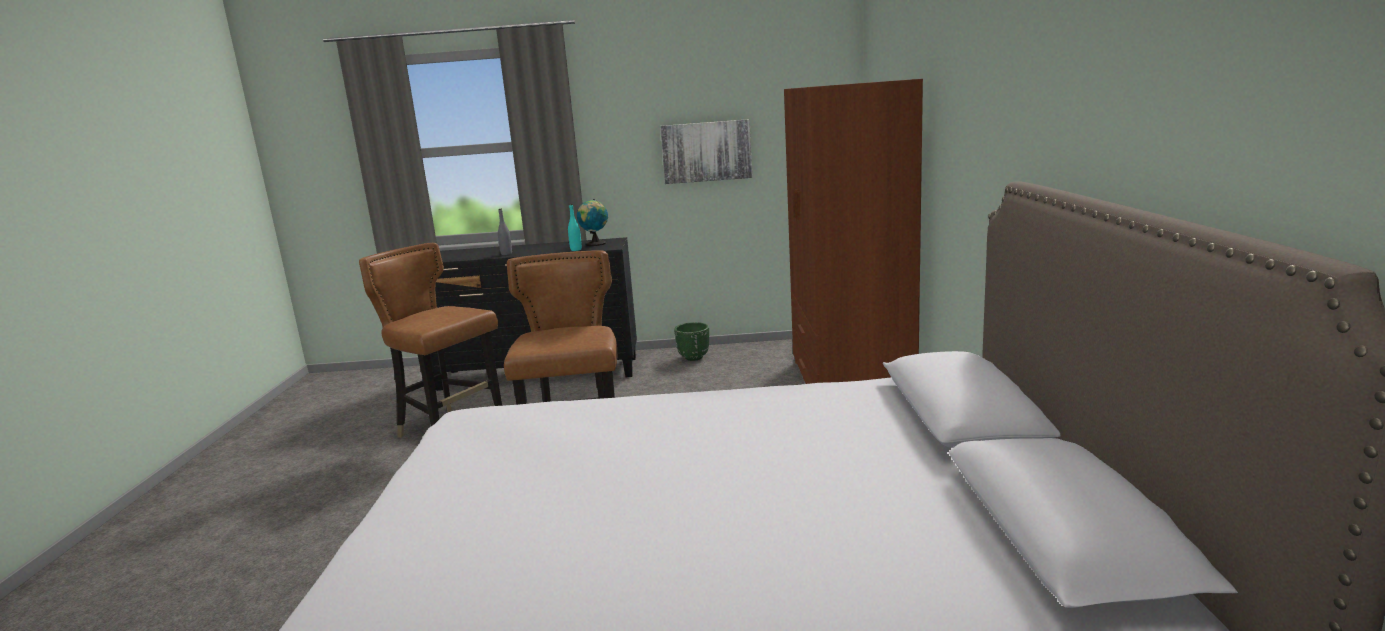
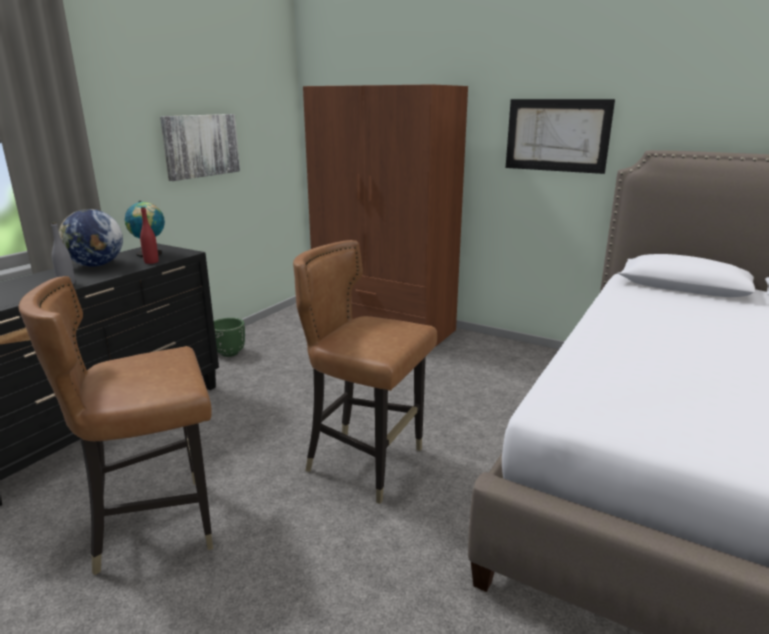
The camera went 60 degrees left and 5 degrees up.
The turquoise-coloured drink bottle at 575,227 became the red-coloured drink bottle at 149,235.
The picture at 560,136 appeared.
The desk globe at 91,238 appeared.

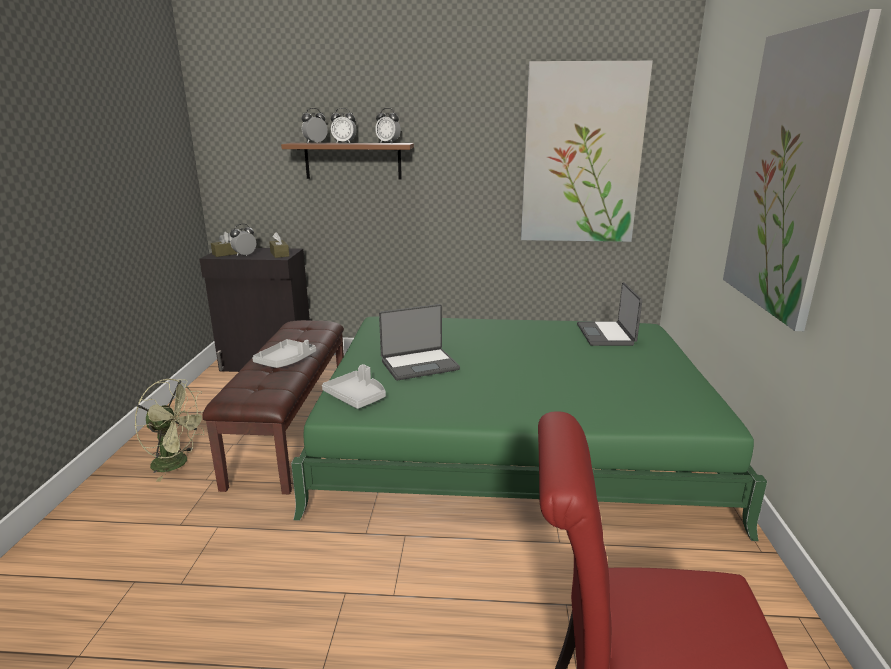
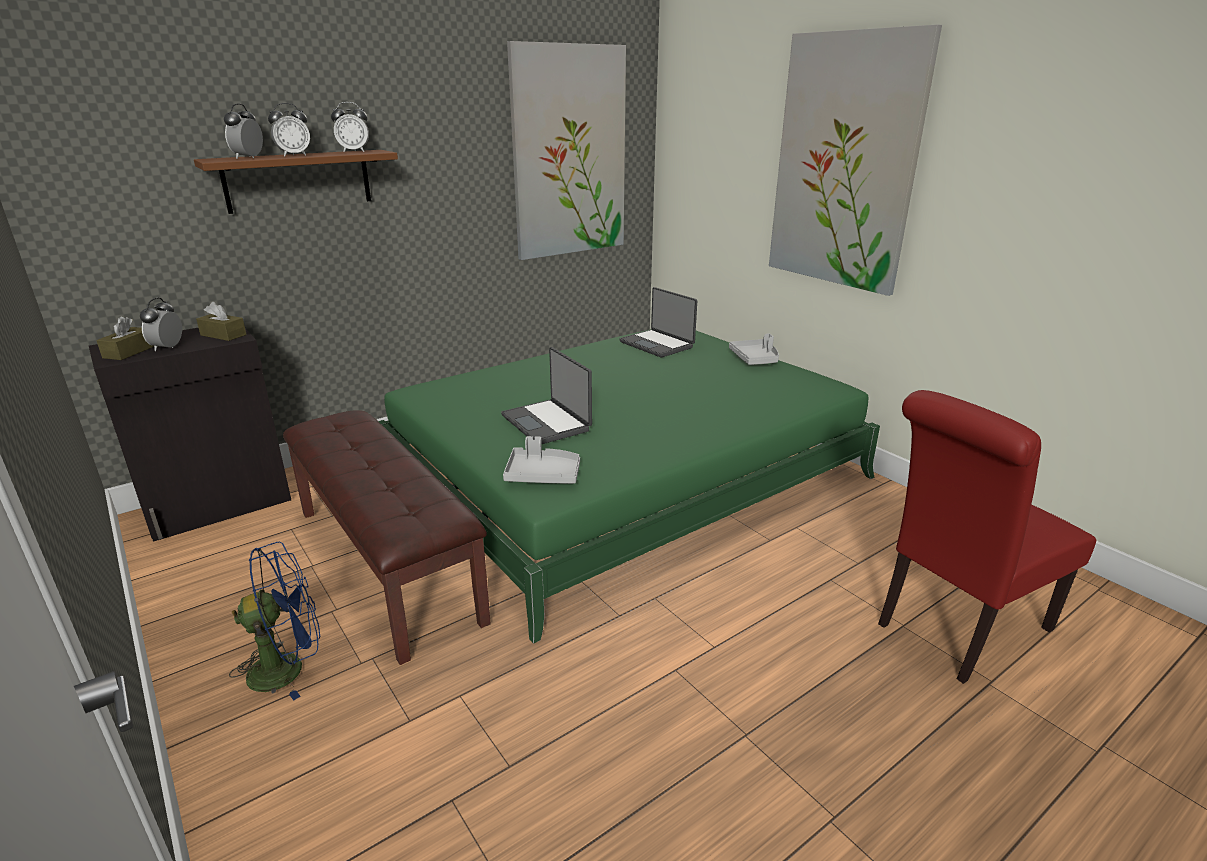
The camera went 40 degrees left and 5 degrees up.
The notebook computer at 419,342 turned 120 degrees clockwise.
The gray carrying tray moved from 284,353 to 754,349.
The green electric fan at 169,430 became the blue electric fan at 274,621.

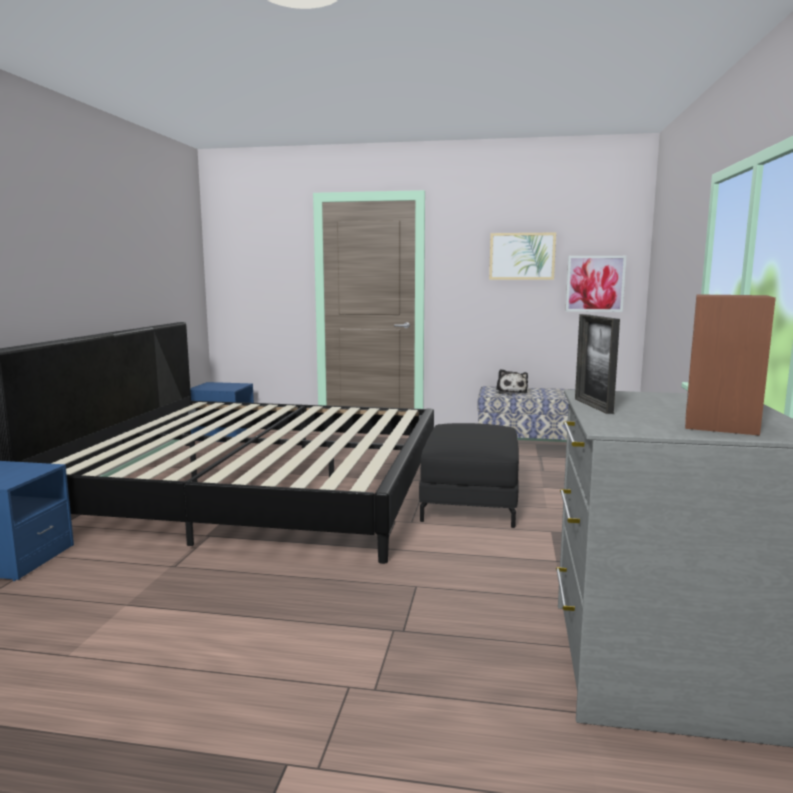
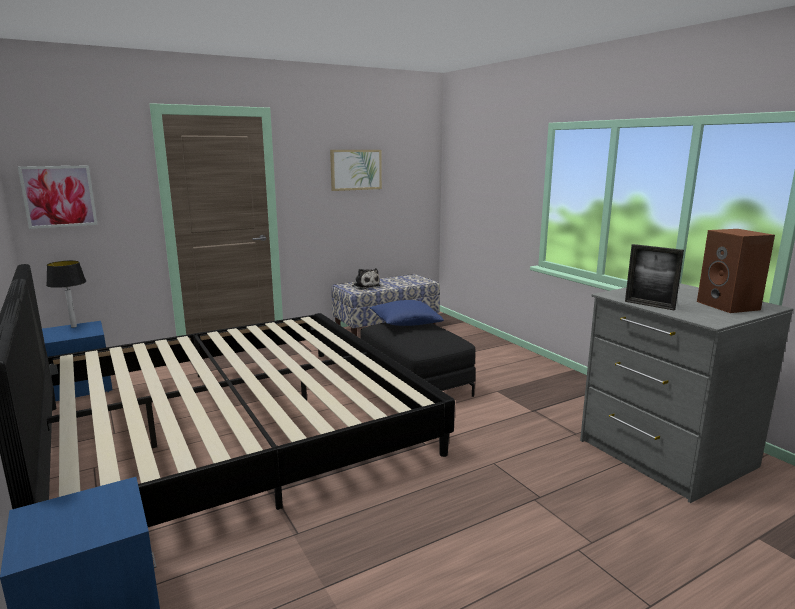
The camera went 40 degrees left and 5 degrees up.
The picture moved from 596,284 to 58,197.
The lamp for a table at 66,294 appeared.
The blue cushion at 407,313 appeared.

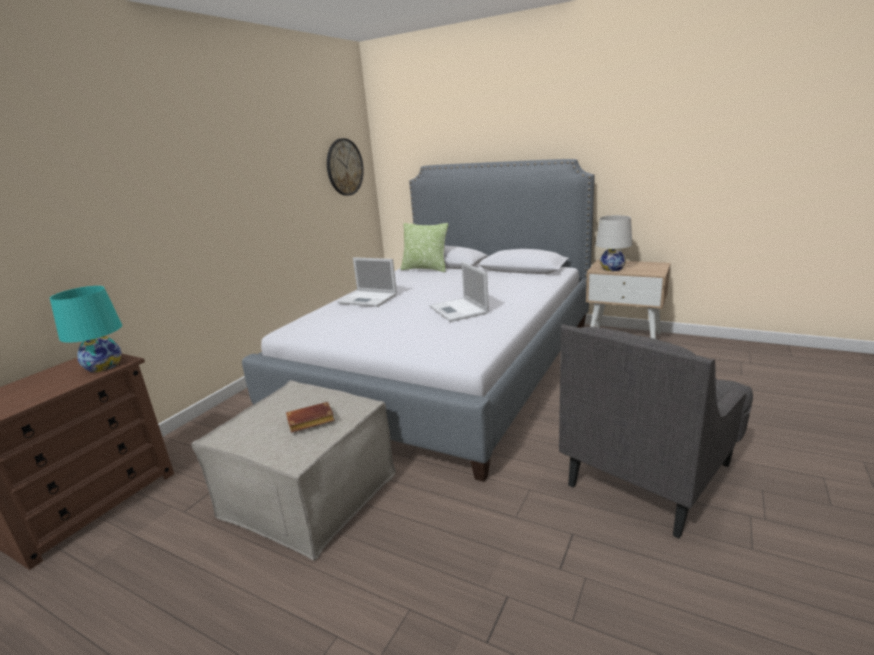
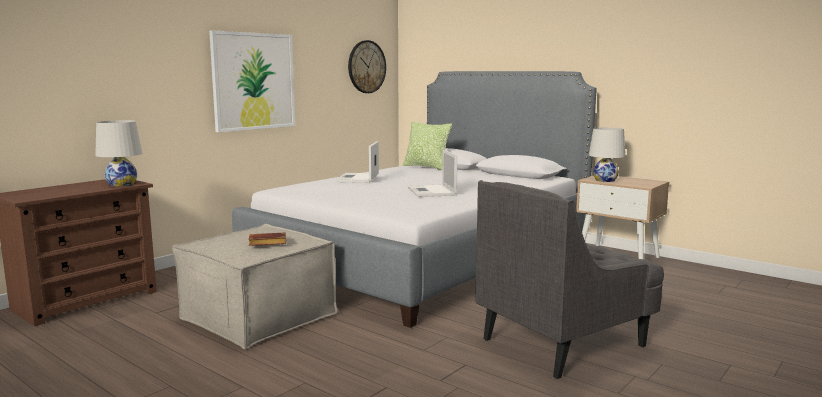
The camera went 10 degrees right and 10 degrees down.
The notebook computer at 367,282 turned 60 degrees clockwise.
The turquoise-coloured lamp for a table at 86,329 became the whitish lamp for a table at 118,153.
The picture at 252,81 appeared.

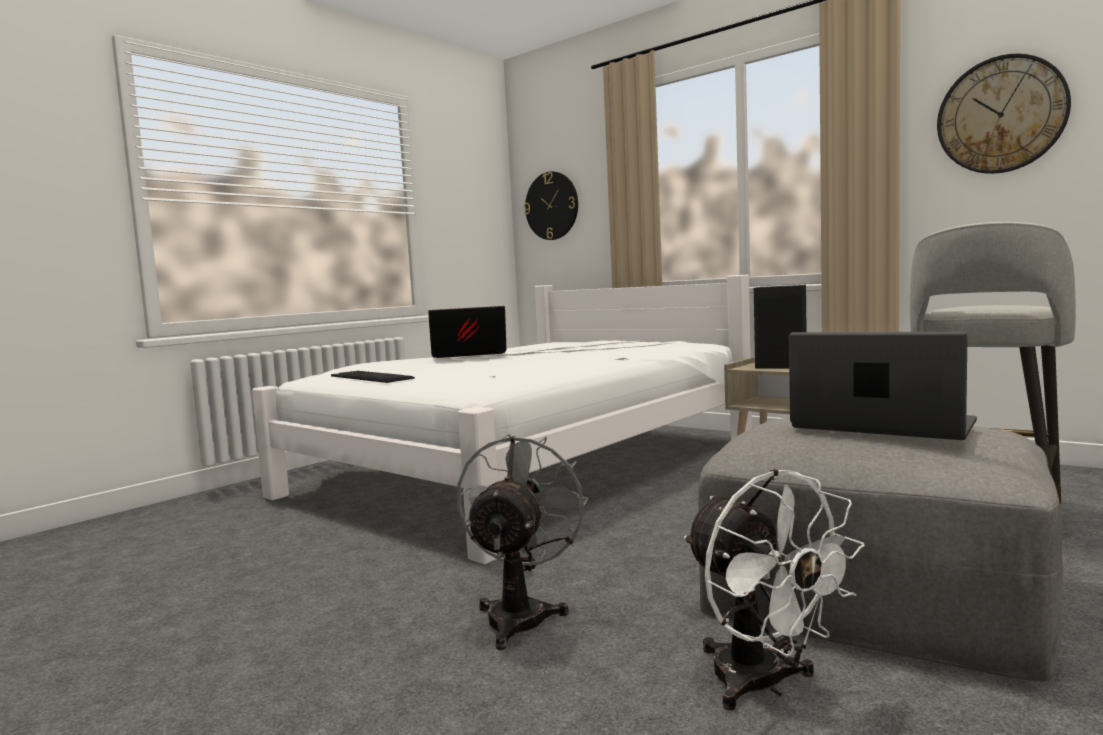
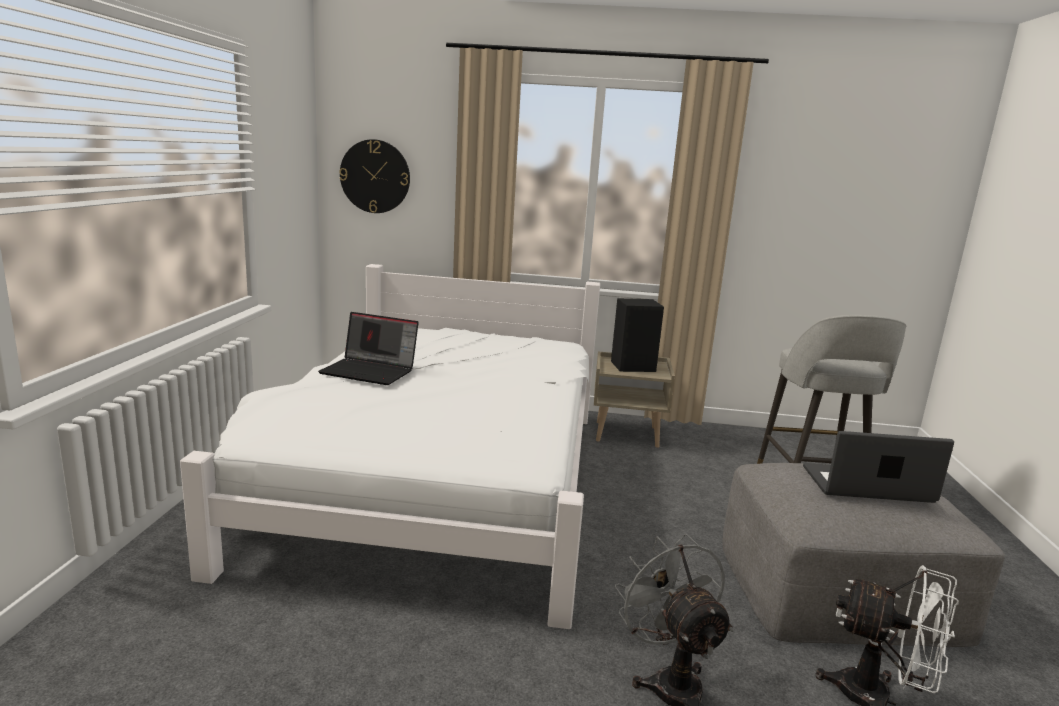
The camera went 35 degrees left and 10 degrees up.
The clock on the wall at 1004,114 disappeared.
The notebook computer at 467,332 turned 120 degrees counterclockwise.
The computer keyboard at 373,377 disappeared.

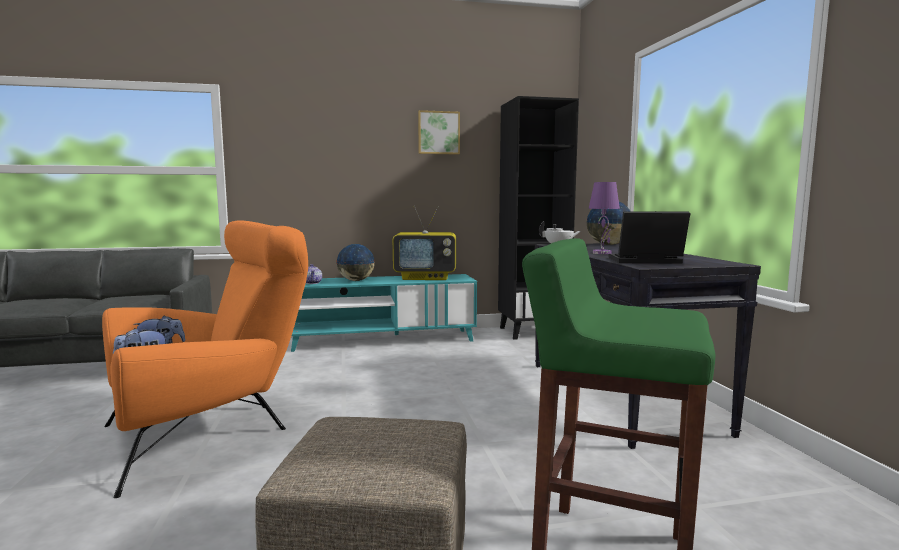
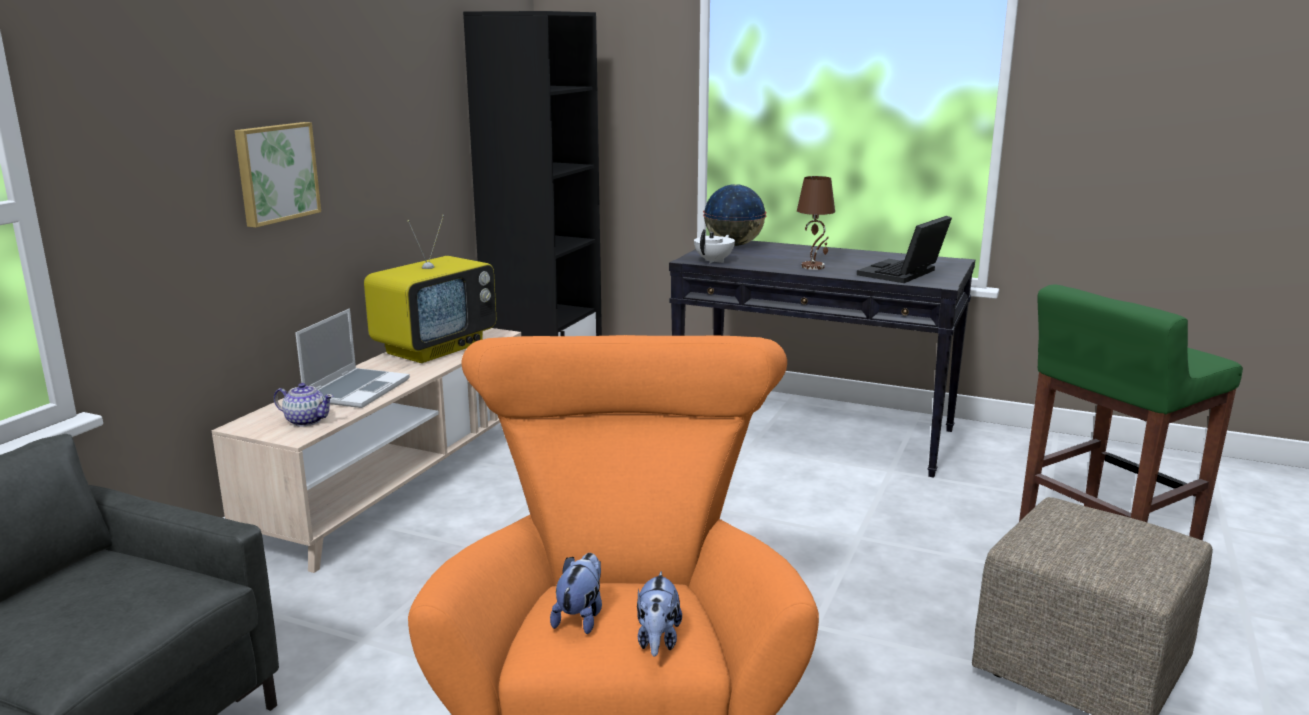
The camera went 55 degrees left and 10 degrees up.
The picture moved from 439,132 to 277,174.
The purple-coloured lamp for a table at 604,218 became the brown-coloured lamp for a table at 816,223.
The desk globe at 355,262 was replaced by the notebook computer at 352,358.
The turquoise-coloured media console at 384,313 became the sand-coloured media console at 366,450.

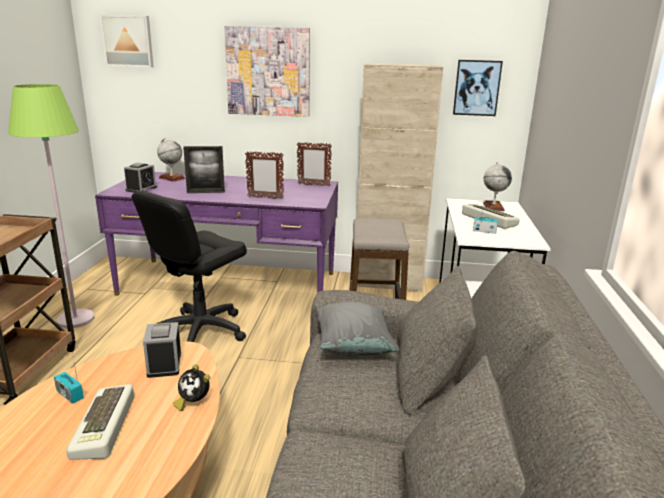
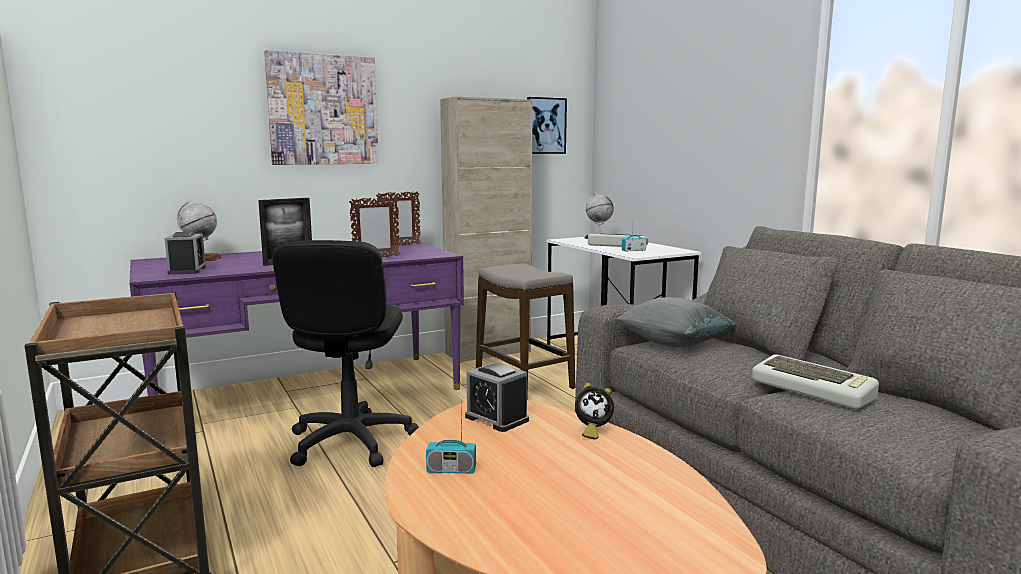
The camera went 35 degrees left and 10 degrees down.
The picture at 126,41 disappeared.
The green standard lamp at 51,206 disappeared.
The computer keyboard moved from 100,422 to 815,381.

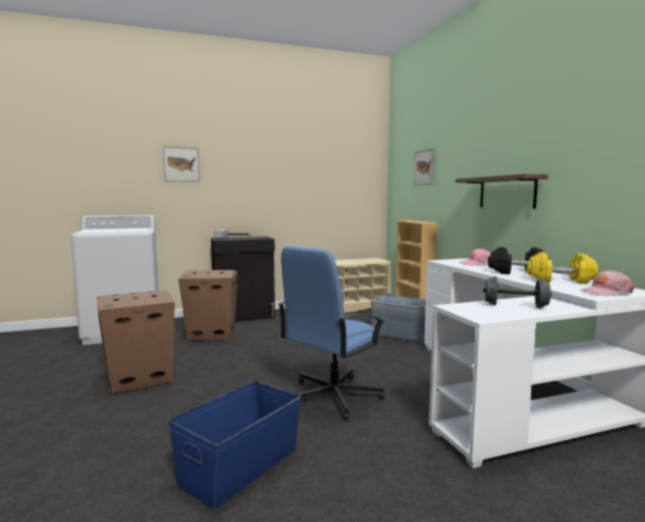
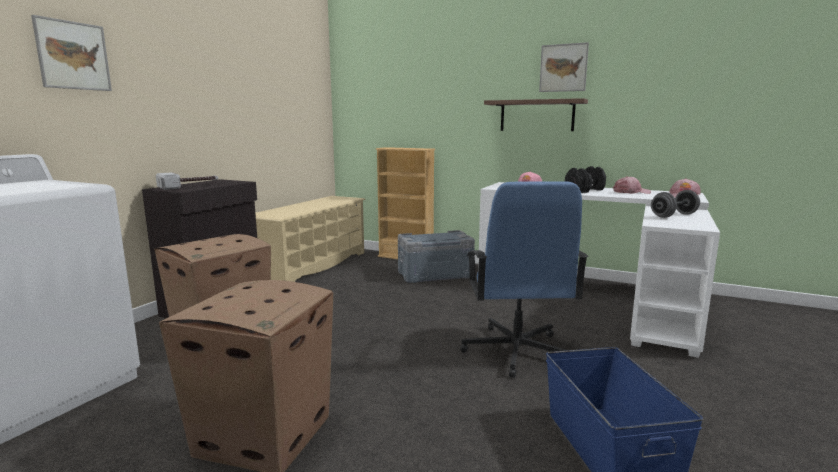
The camera went 45 degrees left and 5 degrees up.
The picture moved from 424,167 to 564,67.
The yellowish dumbbell at 562,268 was replaced by the pink-coloured peaked cap at 632,185.

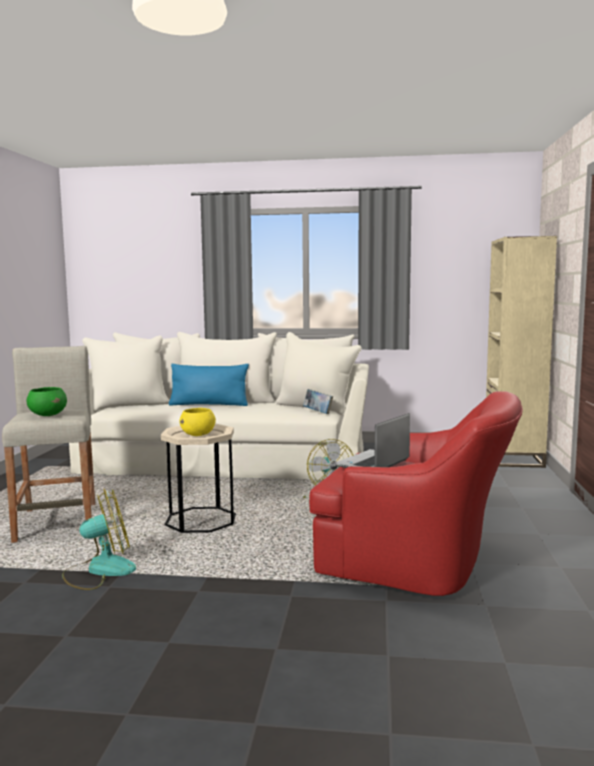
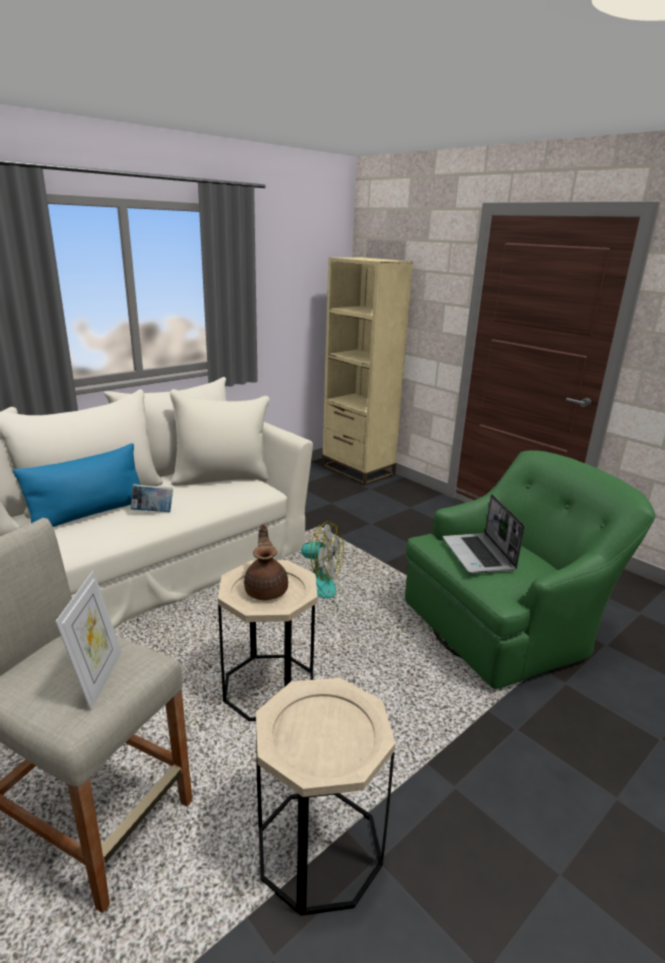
The camera went 50 degrees left and 15 degrees up.
The green deep dish at 46,401 was replaced by the picture frame at 88,641.
The book moved from 318,401 to 152,498.
The red-coloured armchair at 416,493 became the green armchair at 530,570.
The yellowish deep dish at 198,422 was replaced by the brown-coloured tea pot at 266,562.
The electric fan at 99,539 was replaced by the sand-coloured side table at 326,797.

